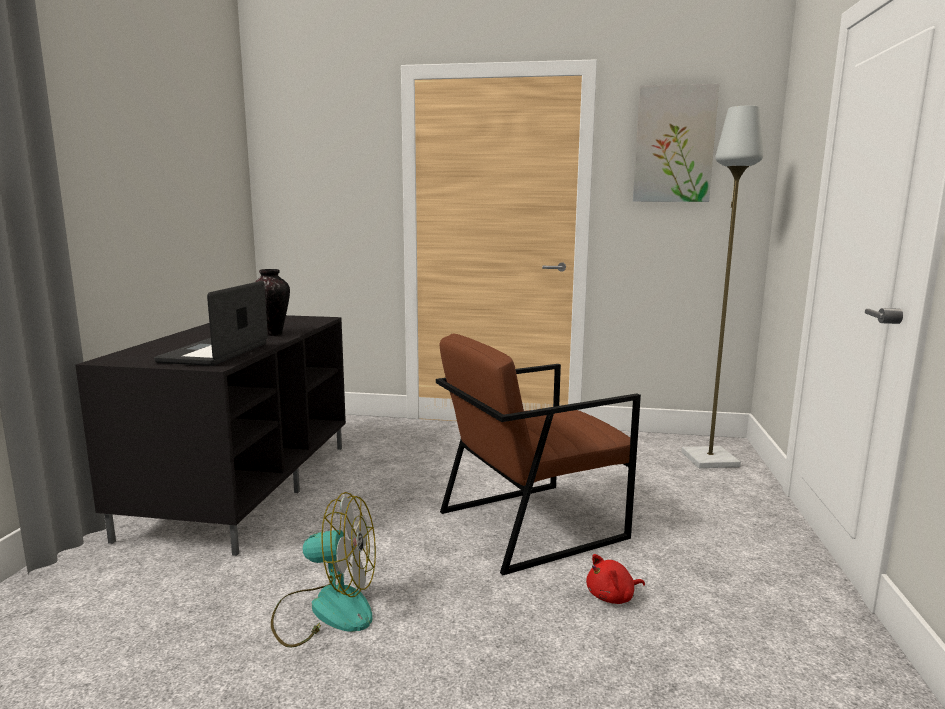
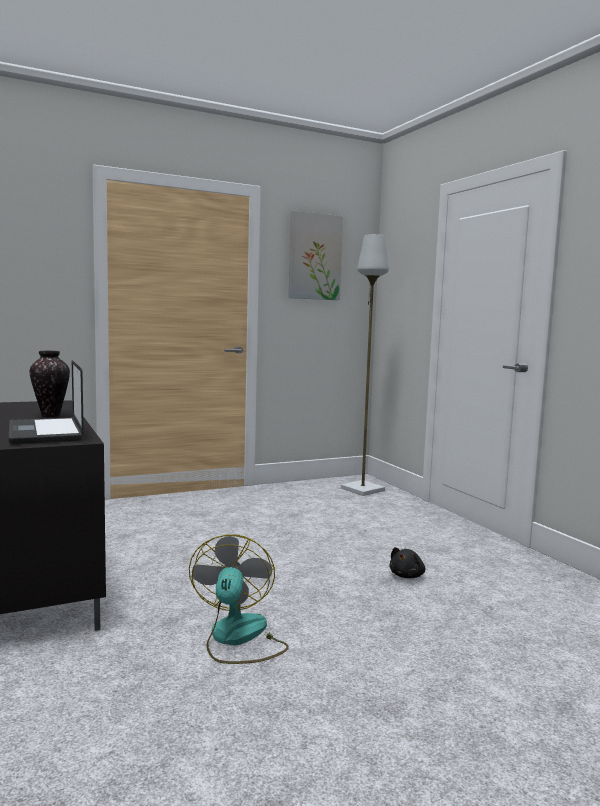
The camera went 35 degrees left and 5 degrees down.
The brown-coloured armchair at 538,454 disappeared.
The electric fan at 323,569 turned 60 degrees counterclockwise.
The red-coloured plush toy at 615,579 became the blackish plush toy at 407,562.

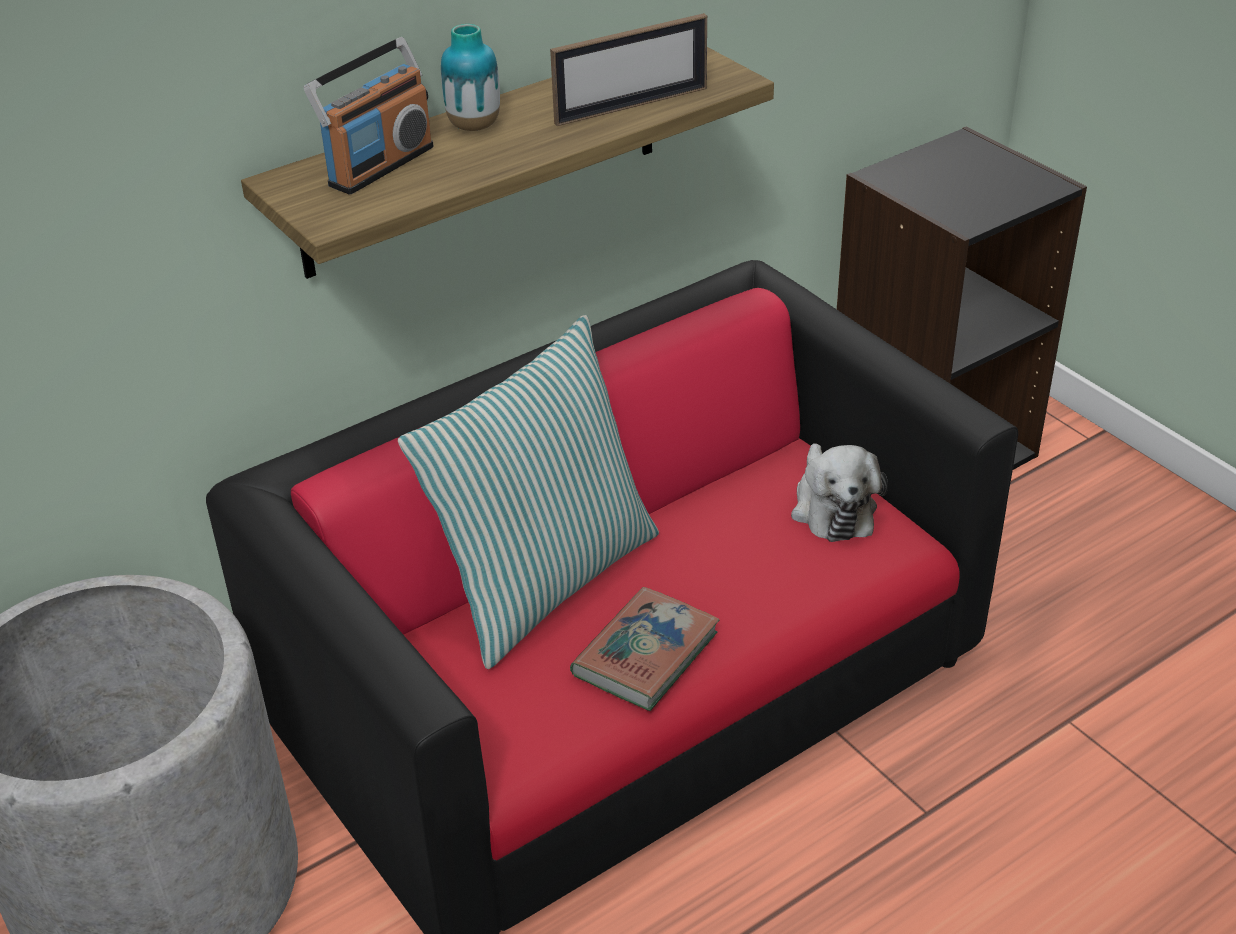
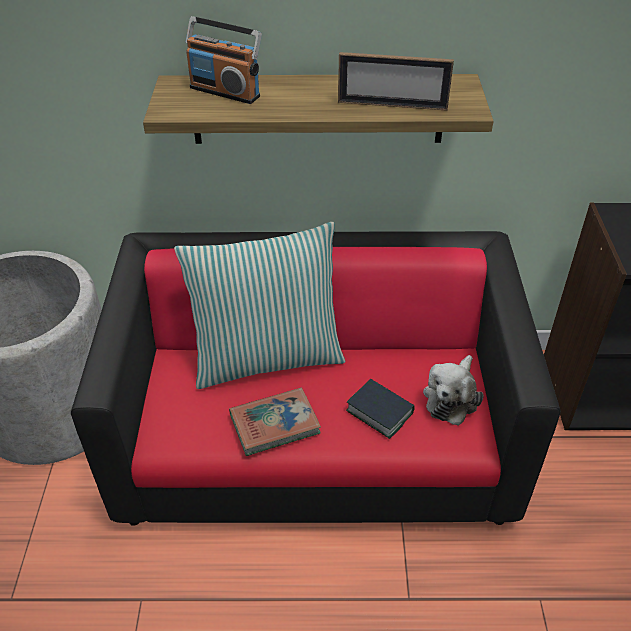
The camera went 35 degrees right and 5 degrees up.
The decorative vase at 470,77 disappeared.
The radio receiver at 369,115 turned 45 degrees clockwise.
The book at 380,409 appeared.

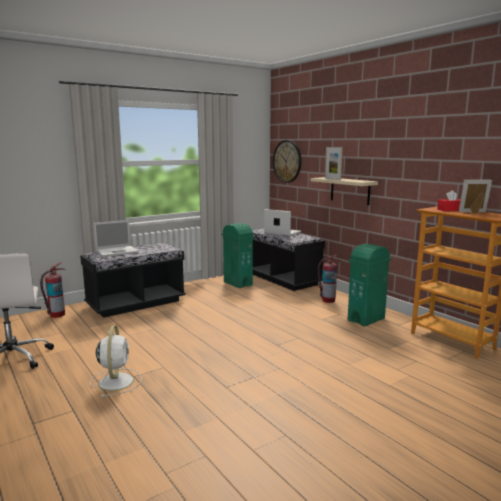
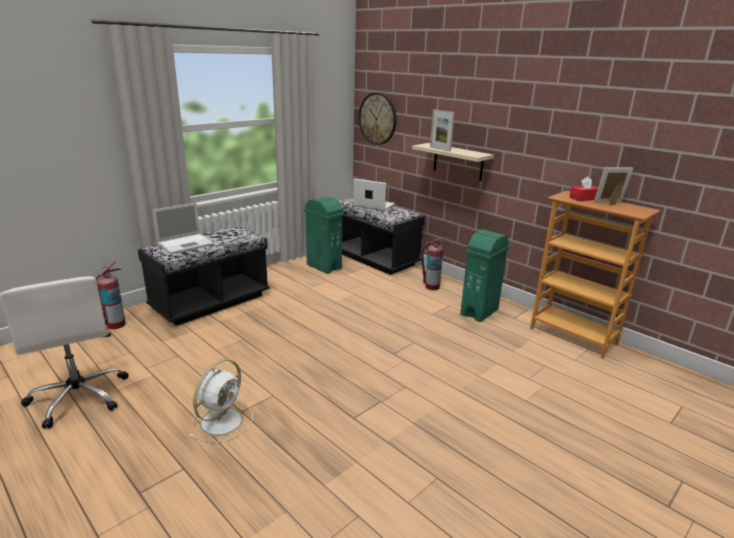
The camera went 10 degrees left and 10 degrees up.
The whitish electric fan at 116,361 turned 45 degrees clockwise.

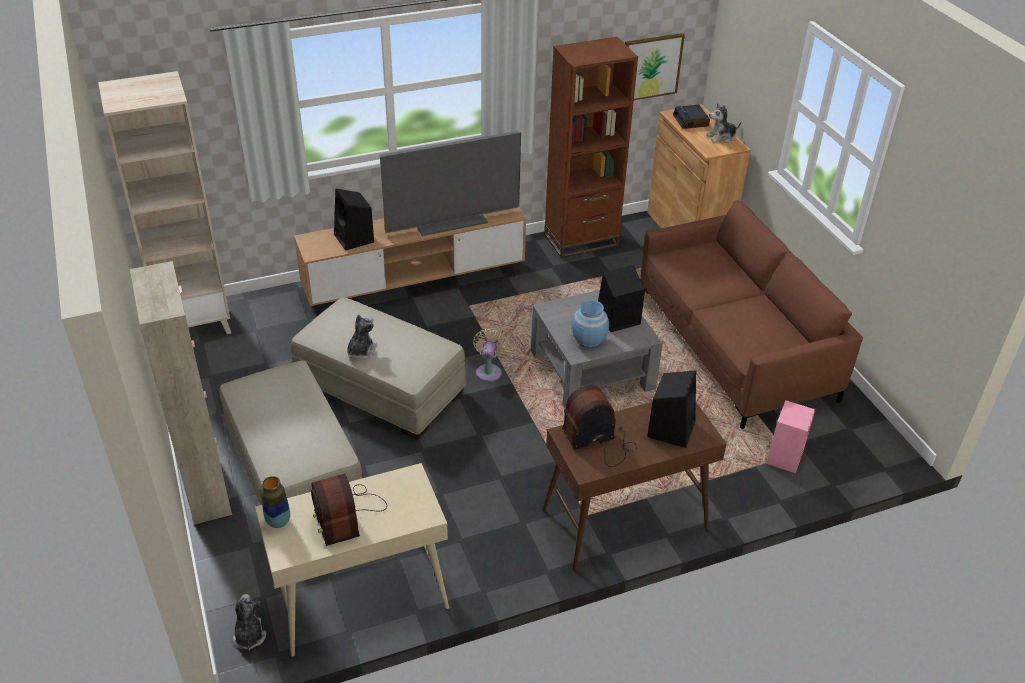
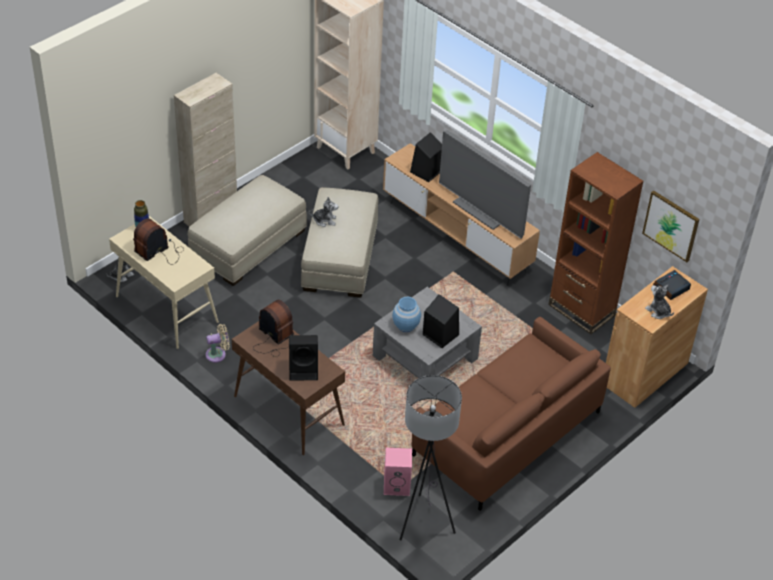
The camera went 65 degrees right and 5 degrees up.
The sand-coloured electric fan moved from 490,355 to 217,343.
The gray standard lamp at 431,457 appeared.

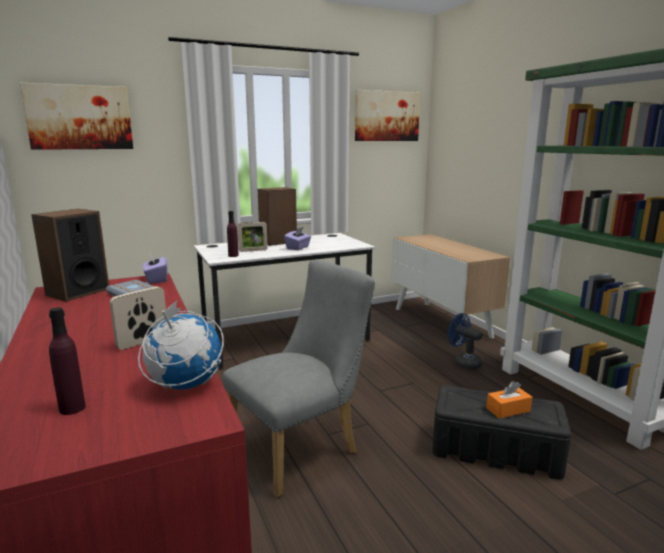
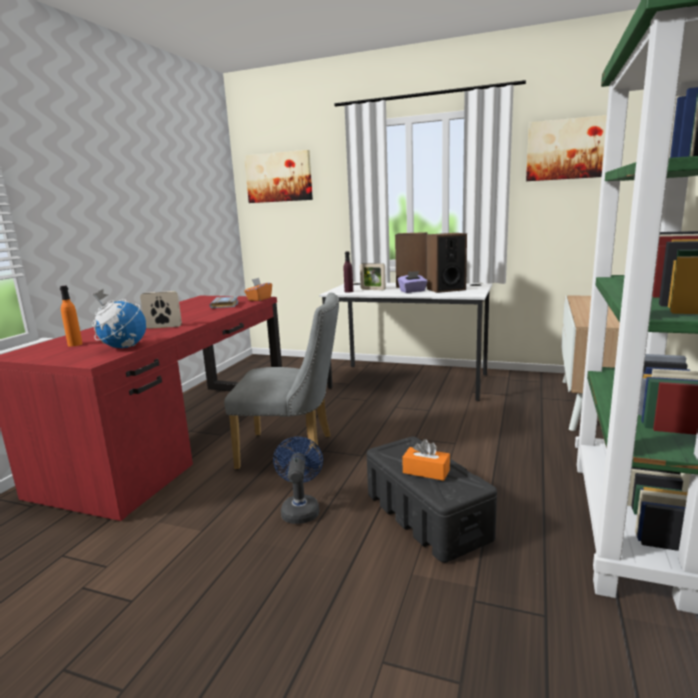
The camera went 45 degrees right and 0 degrees up.
The audio speaker moved from 70,255 to 447,263.
The purple-coloured box of tissues at 155,268 became the orange-coloured box of tissues at 258,289.
The purple-coloured drink bottle at 67,361 became the orange-coloured drink bottle at 71,316.
The blue electric fan moved from 465,341 to 298,480.

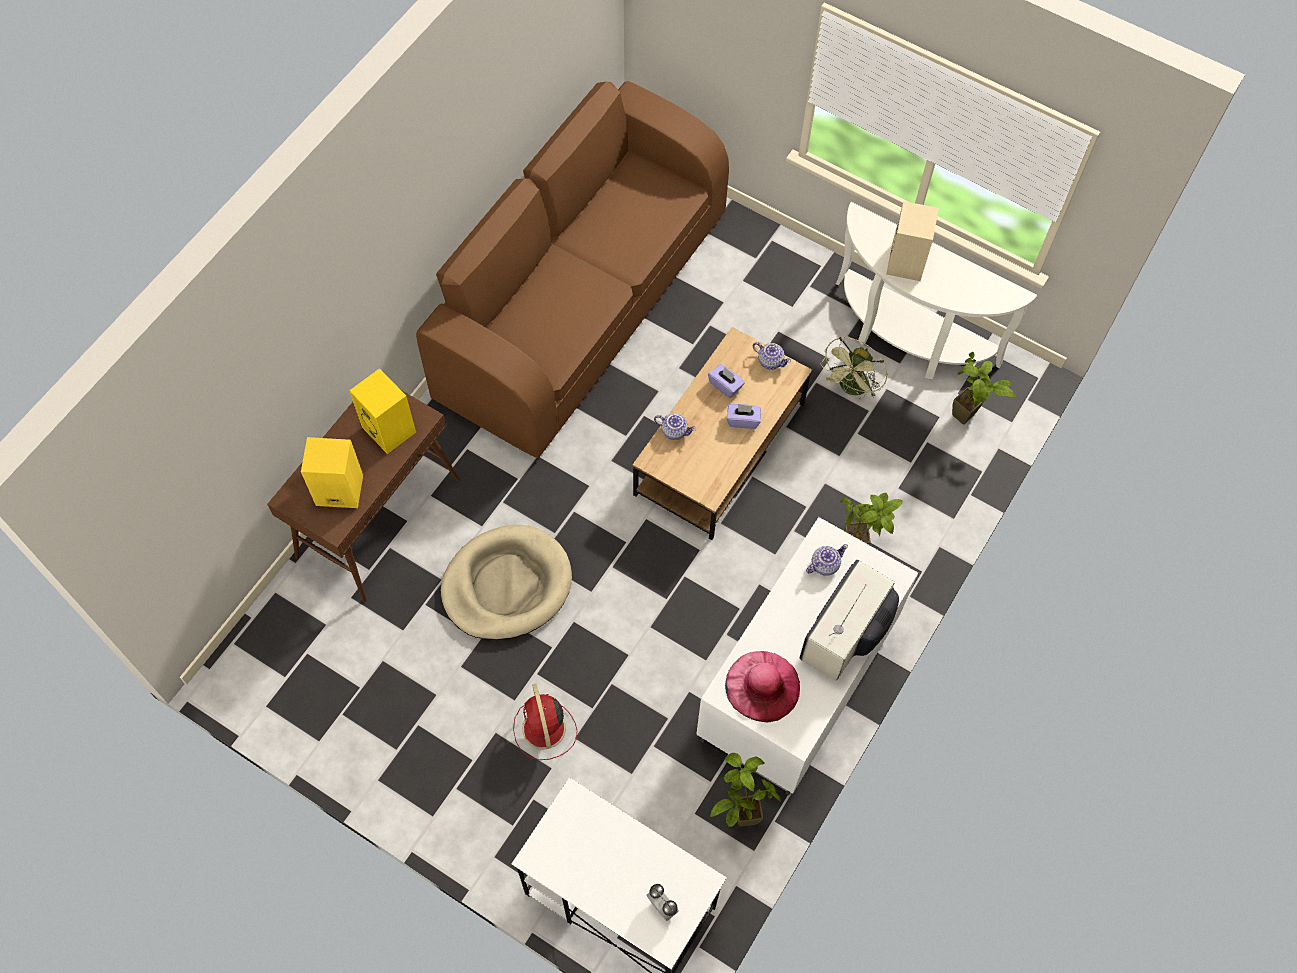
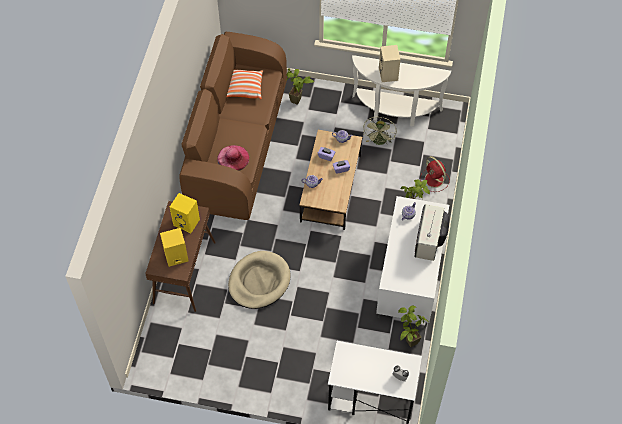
The camera went 20 degrees left and 5 degrees down.
The houseplant moved from 984,388 to 300,86.
The pink-coloured clothing hat moved from 762,686 to 233,158.
The red-coloured electric fan moved from 545,721 to 435,174.
The cushion at 245,84 appeared.

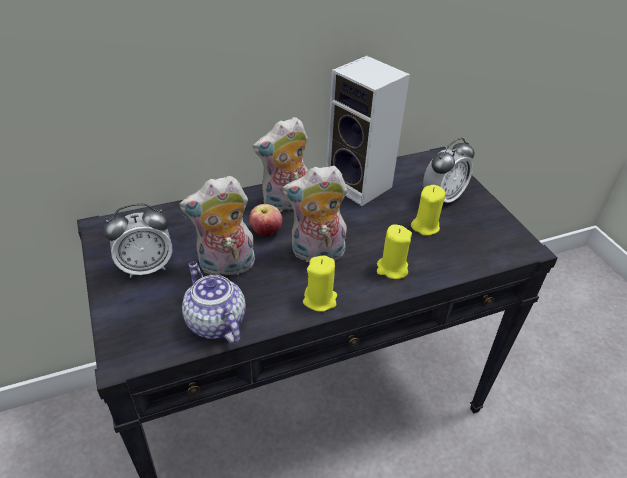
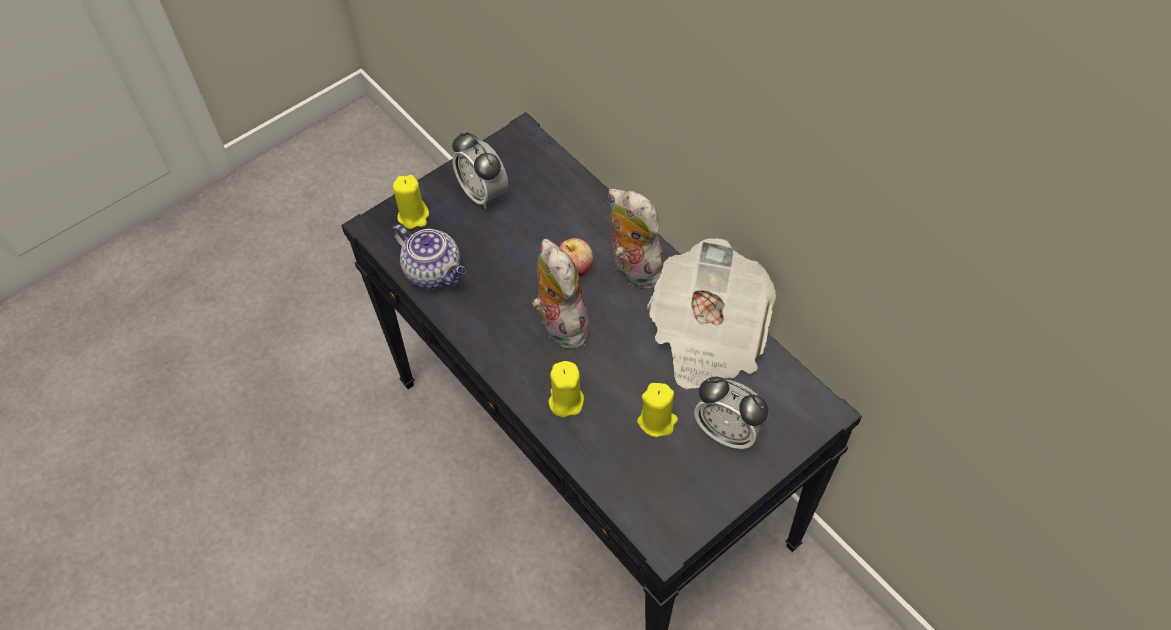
The camera went 75 degrees right and 15 degrees up.
The audio speaker at 368,131 was replaced by the printed paper at 711,313.
The plush toy at 217,225 disappeared.
The yellowish wax candle moved from 320,283 to 411,202.
The tea pot at 214,303 turned 90 degrees clockwise.

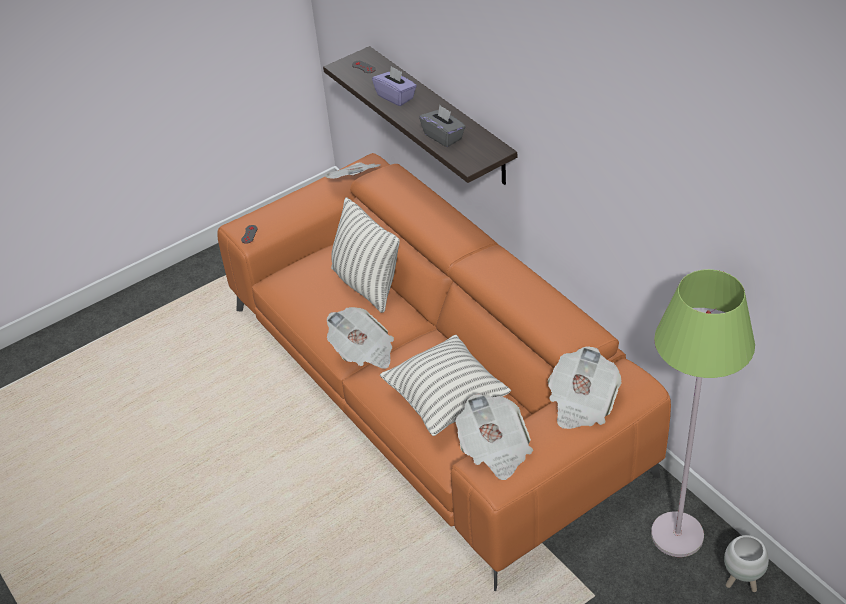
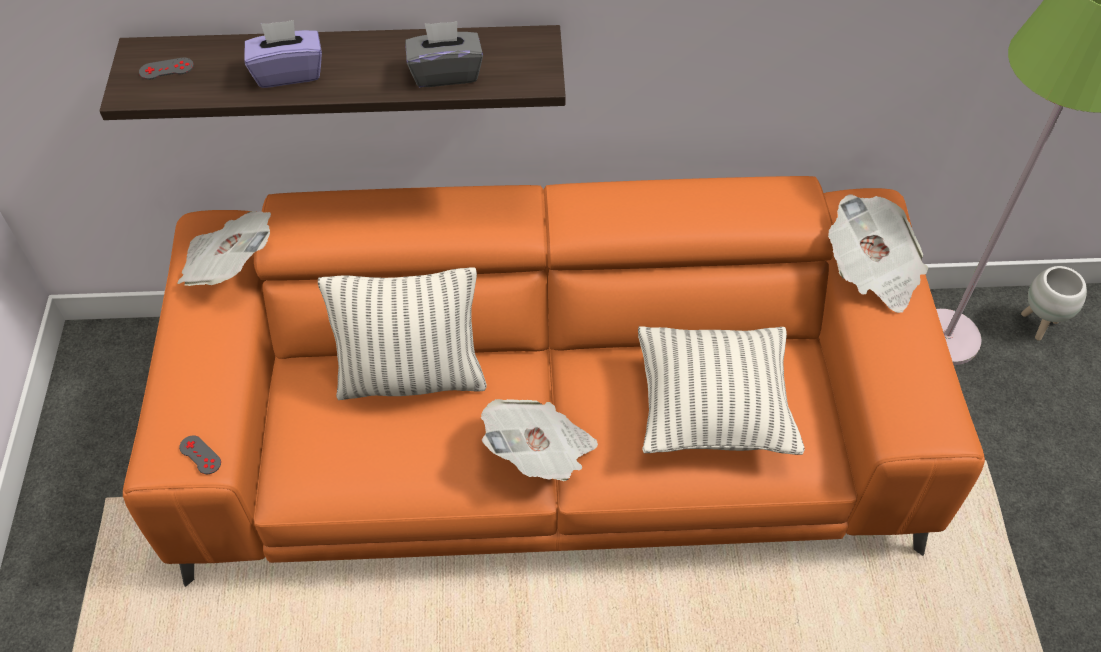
The camera went 60 degrees left and 10 degrees up.
The printed paper at 494,437 disappeared.

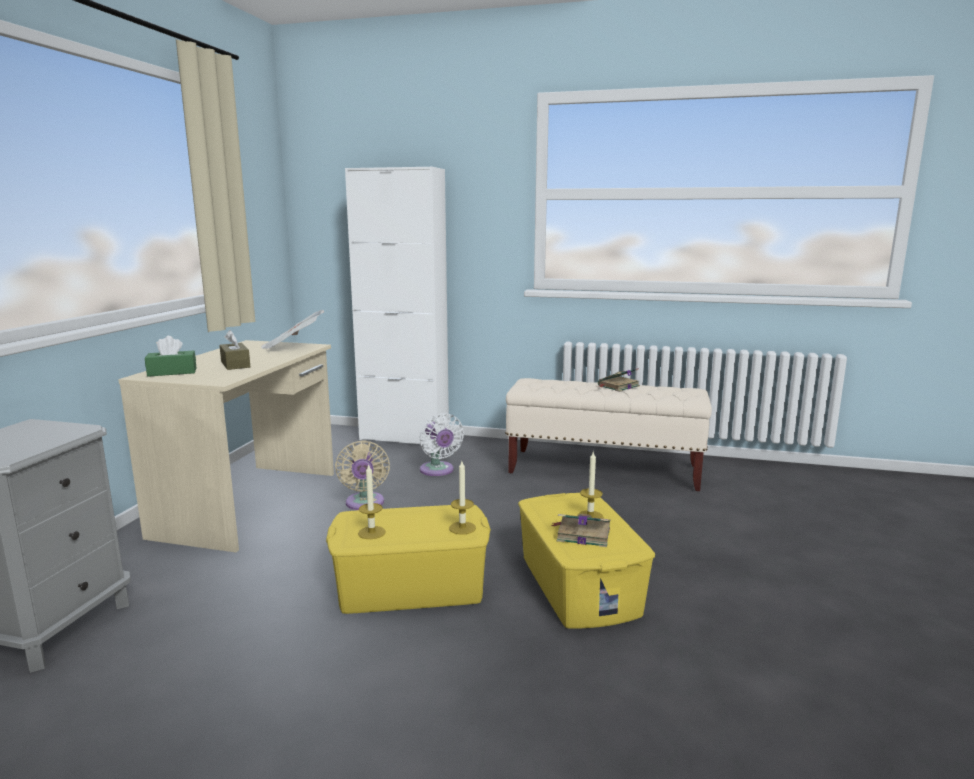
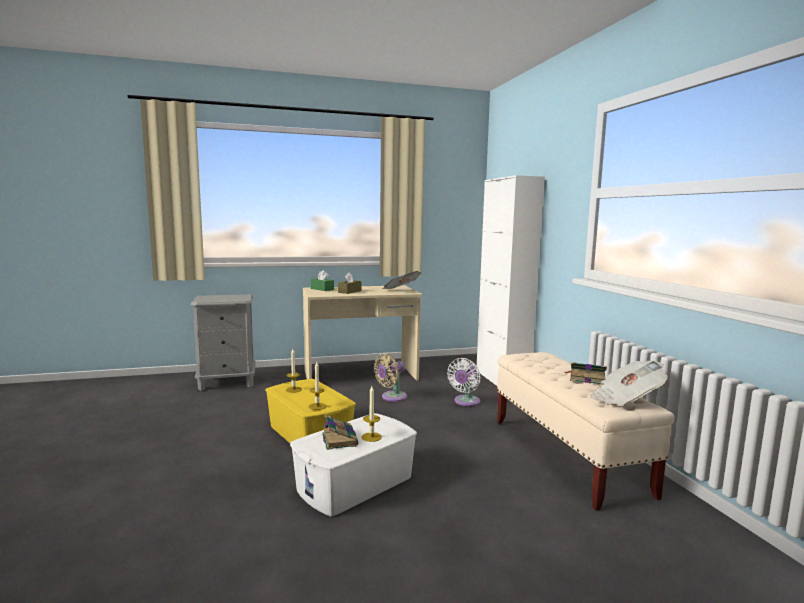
The camera went 60 degrees right and 5 degrees down.
The yellowish storage container at 586,561 became the whitish storage container at 353,465.
The printed paper at 629,383 appeared.

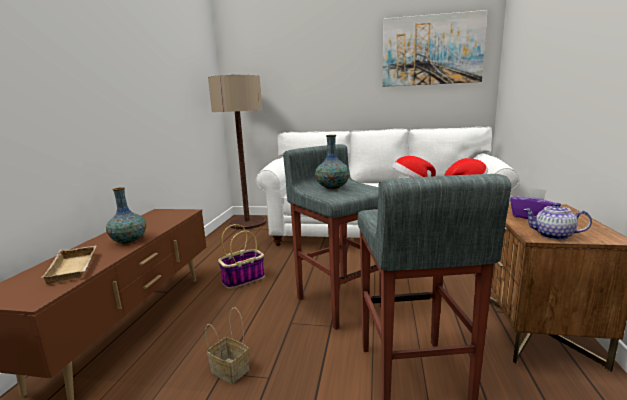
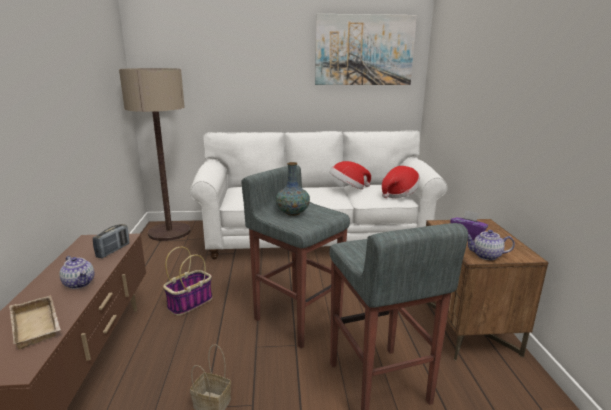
The camera went 15 degrees left and 5 degrees up.
The decorative vase at 126,215 was replaced by the tea pot at 77,272.
The radio receiver at 111,241 appeared.

